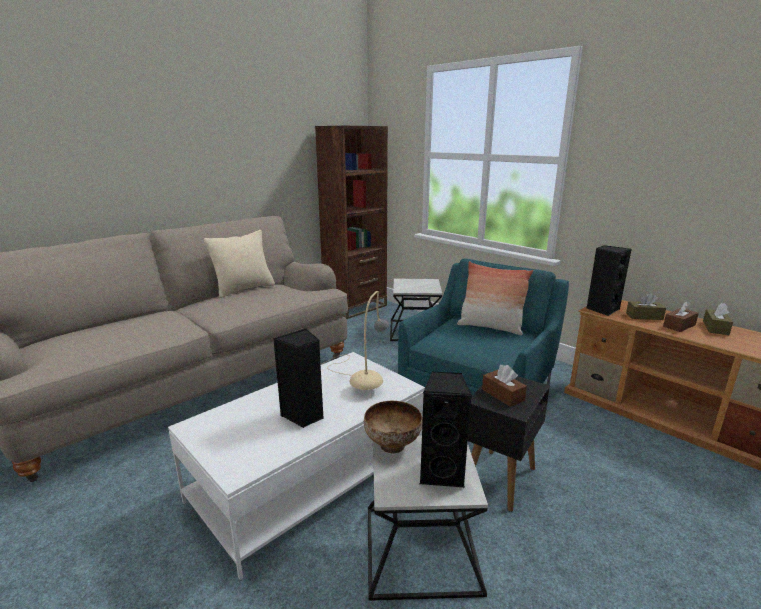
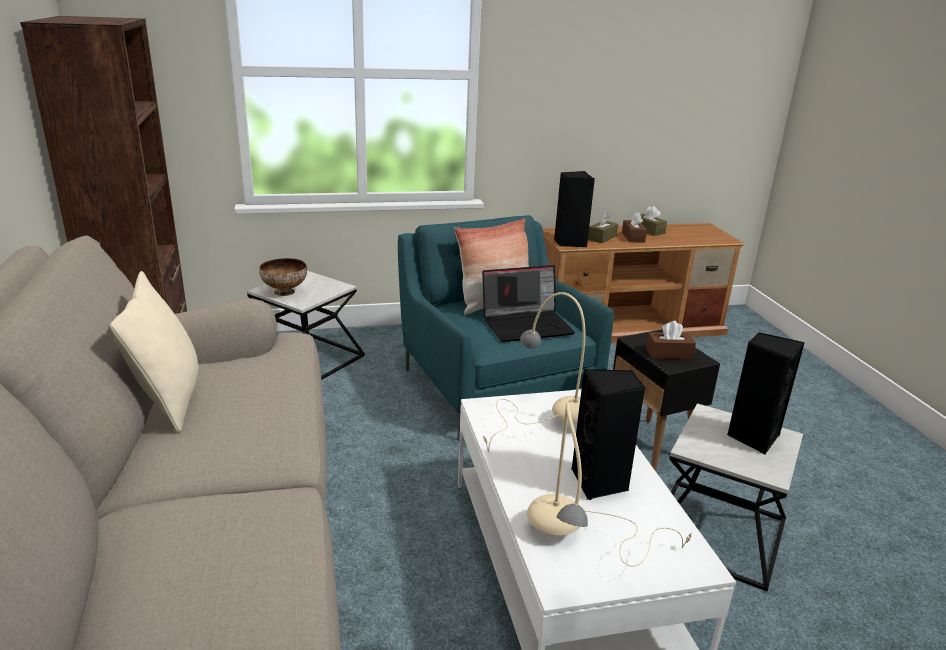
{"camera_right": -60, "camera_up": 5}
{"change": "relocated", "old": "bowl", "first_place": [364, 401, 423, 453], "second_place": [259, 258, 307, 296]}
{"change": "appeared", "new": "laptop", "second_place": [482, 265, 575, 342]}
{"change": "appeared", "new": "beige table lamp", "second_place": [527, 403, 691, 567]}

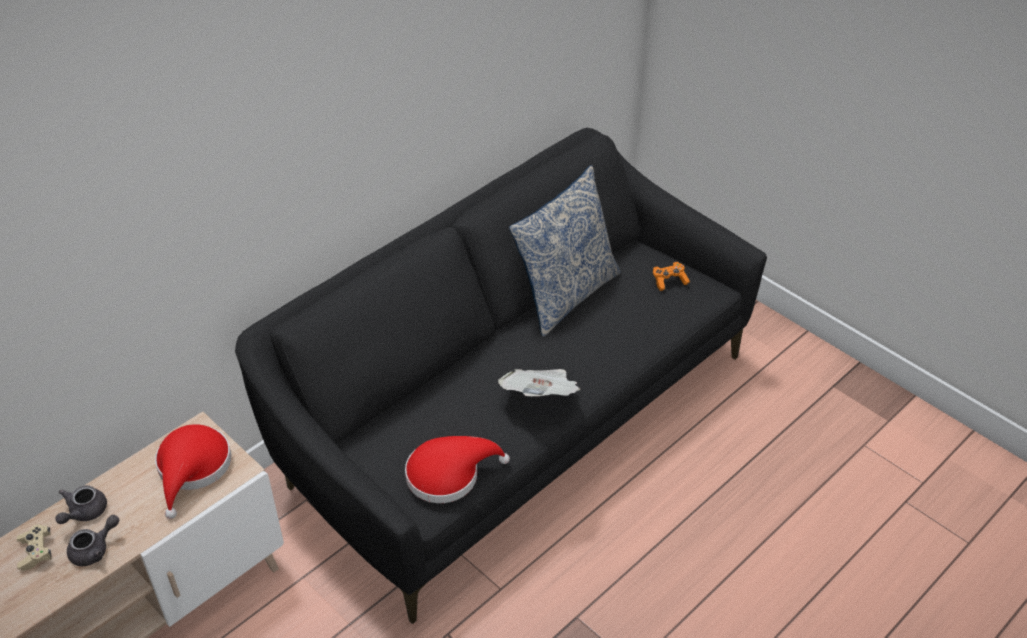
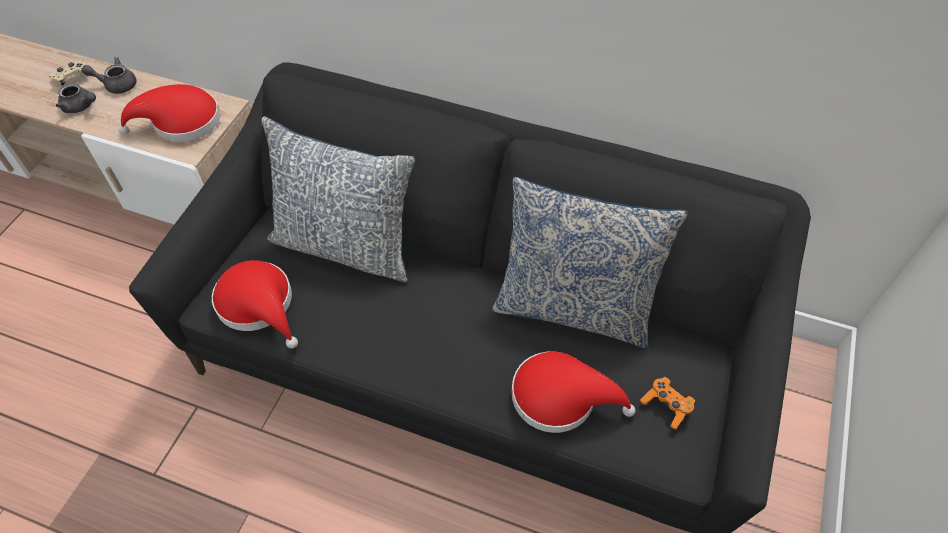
{"camera_right": 65, "camera_up": 10}
{"change": "missing", "old": "newspaper", "first_place": [498, 369, 581, 396]}
{"change": "appeared", "new": "pillow", "second_place": [261, 116, 415, 283]}
{"change": "appeared", "new": "red hat", "second_place": [512, 351, 636, 433]}

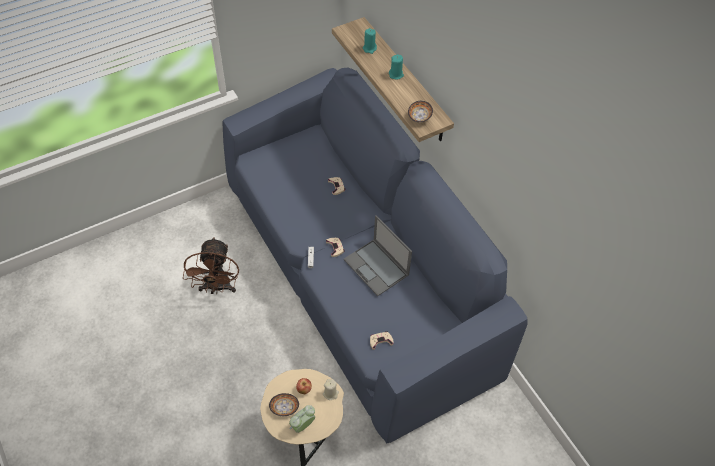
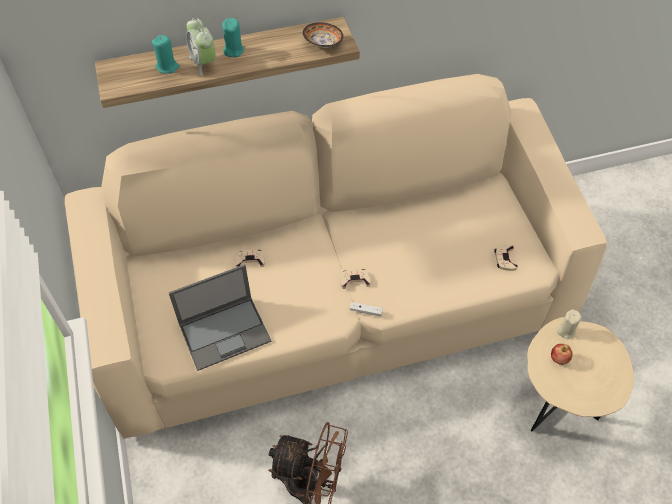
{"camera_right": -75, "camera_up": 0}
{"change": "colour", "old": "blue sofa", "new": "beige sofa", "first_place": [222, 67, 528, 444], "second_place": [65, 74, 607, 439]}
{"change": "relocated", "old": "laptop", "first_place": [343, 215, 412, 296], "second_place": [169, 264, 271, 371]}
{"change": "missing", "old": "bowl", "first_place": [269, 393, 299, 416]}
{"change": "relocated", "old": "alarm clock", "first_place": [289, 405, 315, 433], "second_place": [186, 18, 216, 76]}

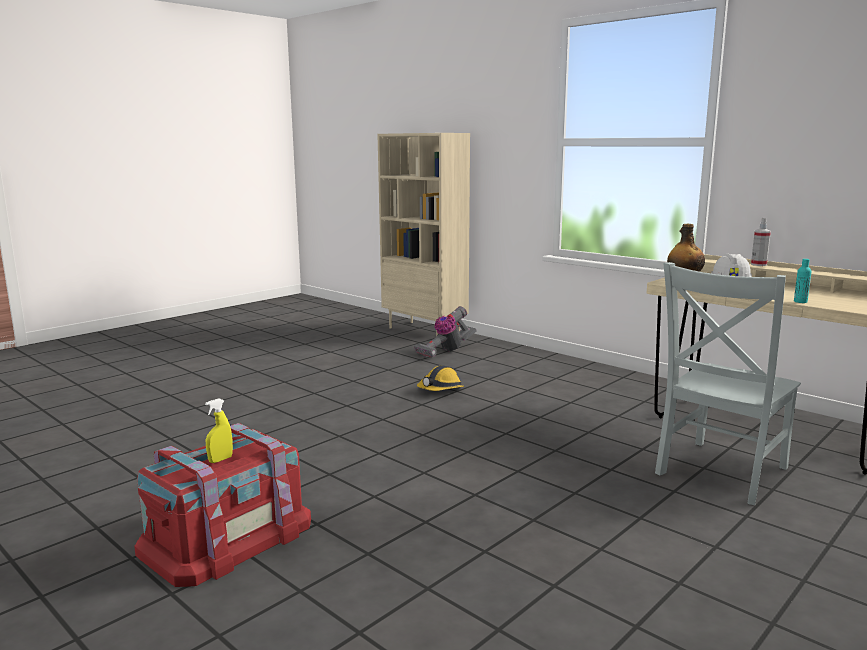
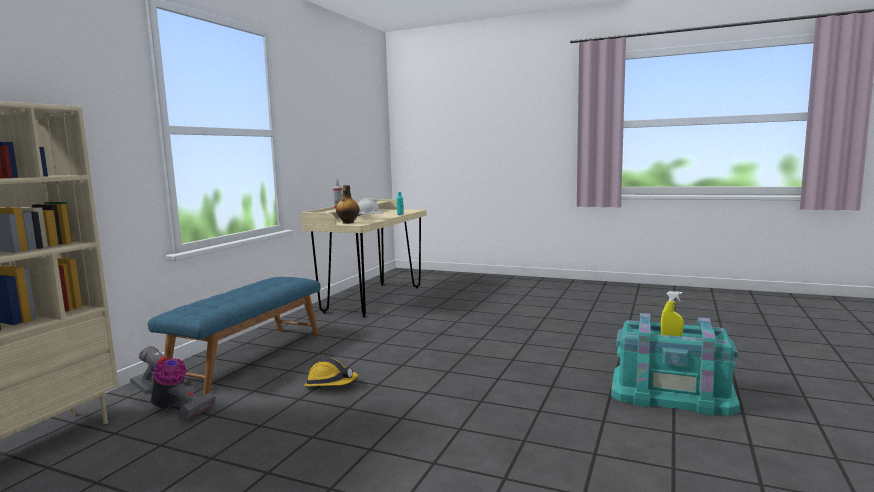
{"camera_right": -110, "camera_up": -5}
{"change": "missing", "old": "grey chair", "first_place": [655, 262, 801, 505]}
{"change": "colour", "old": "red storage box", "new": "turquoise storage box", "first_place": [134, 423, 311, 587], "second_place": [611, 313, 740, 416]}
{"change": "appeared", "new": "blue bench", "second_place": [148, 277, 321, 394]}

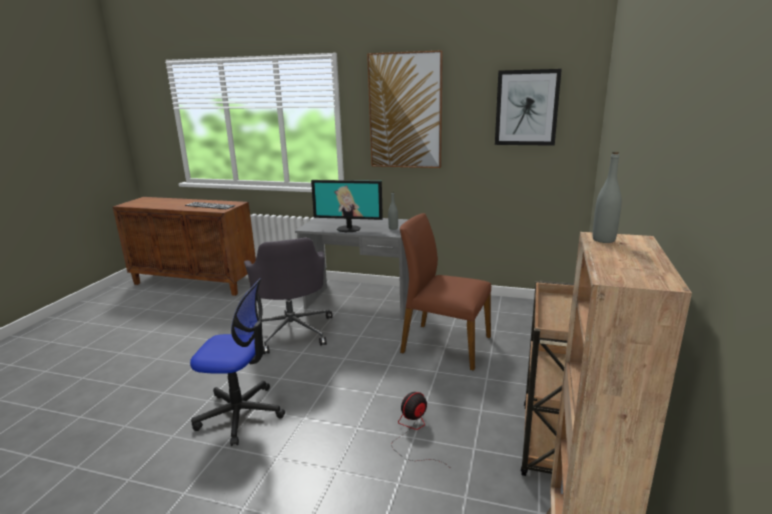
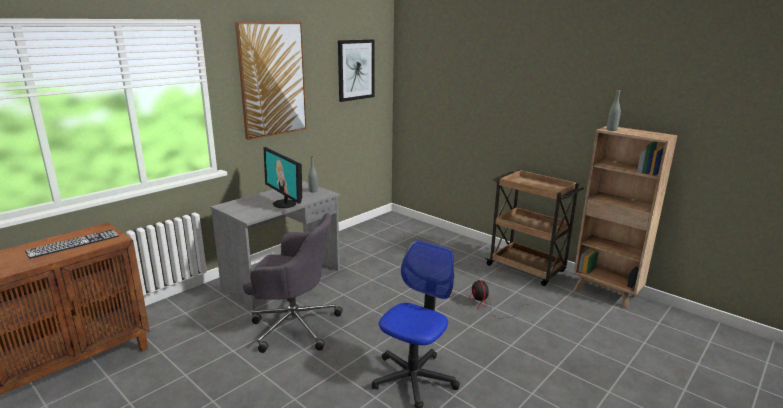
{"camera_right": -65, "camera_up": 0}
{"change": "spun", "old": "monitor", "first_place": [311, 180, 383, 232], "second_place": [263, 147, 302, 208], "degrees": 105}
{"change": "missing", "old": "brown chair", "first_place": [400, 213, 491, 371]}

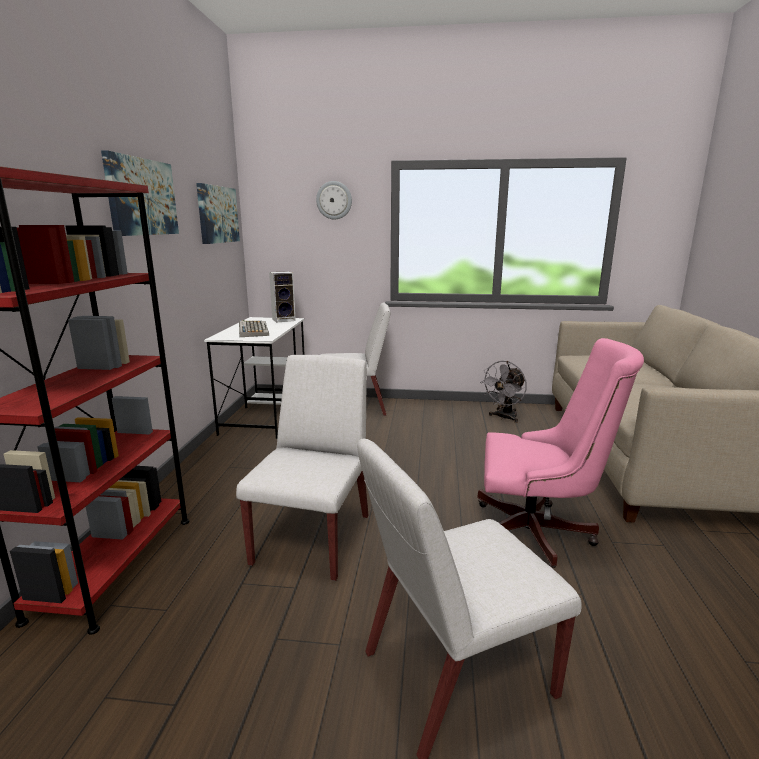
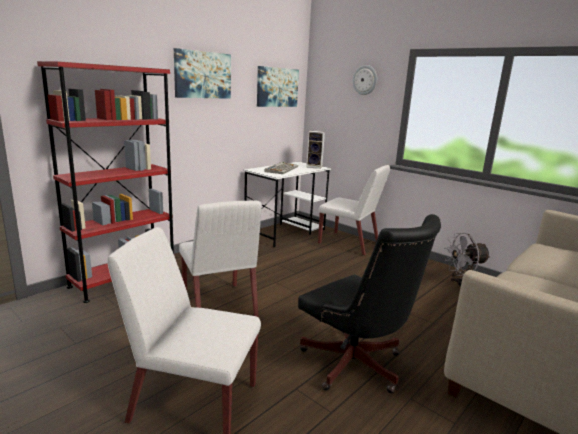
{"camera_right": 35, "camera_up": 0}
{"change": "colour", "old": "pink office chair", "new": "black office chair", "first_place": [477, 338, 644, 568], "second_place": [298, 214, 441, 393]}
{"change": "spun", "old": "white chair", "first_place": [236, 355, 368, 581], "second_place": [179, 200, 262, 317], "degrees": 105}

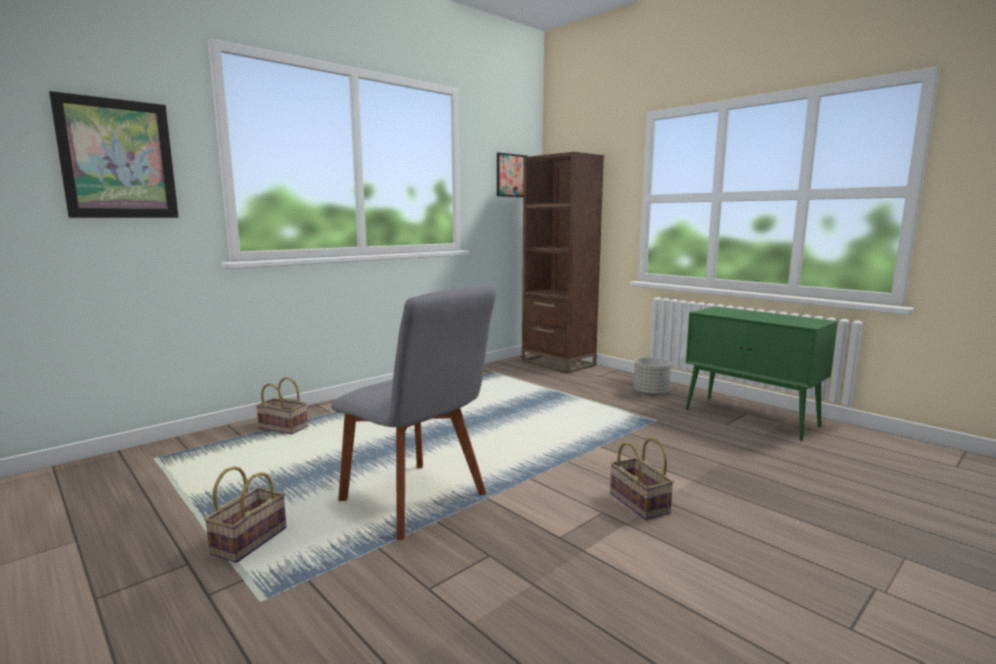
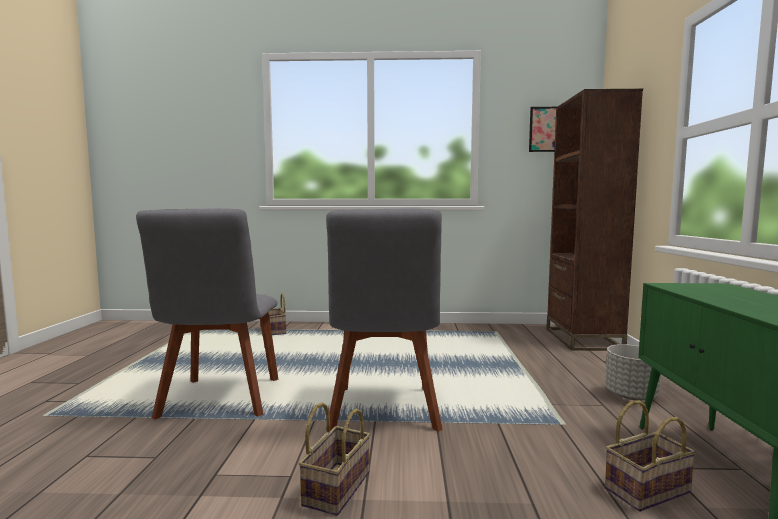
{"camera_right": 45, "camera_up": -5}
{"change": "missing", "old": "picture", "first_place": [49, 91, 179, 218]}
{"change": "relocated", "old": "basket", "first_place": [204, 466, 286, 563], "second_place": [605, 400, 696, 512]}
{"change": "appeared", "new": "grey chair", "second_place": [326, 208, 443, 432]}

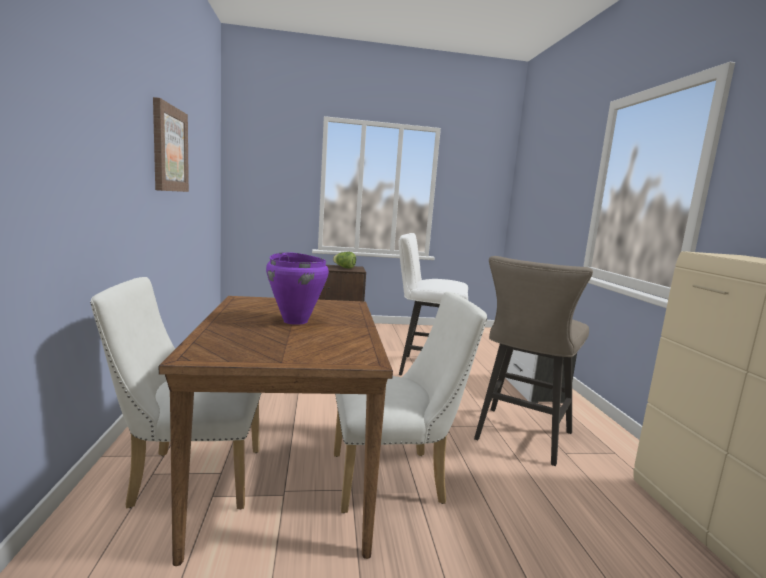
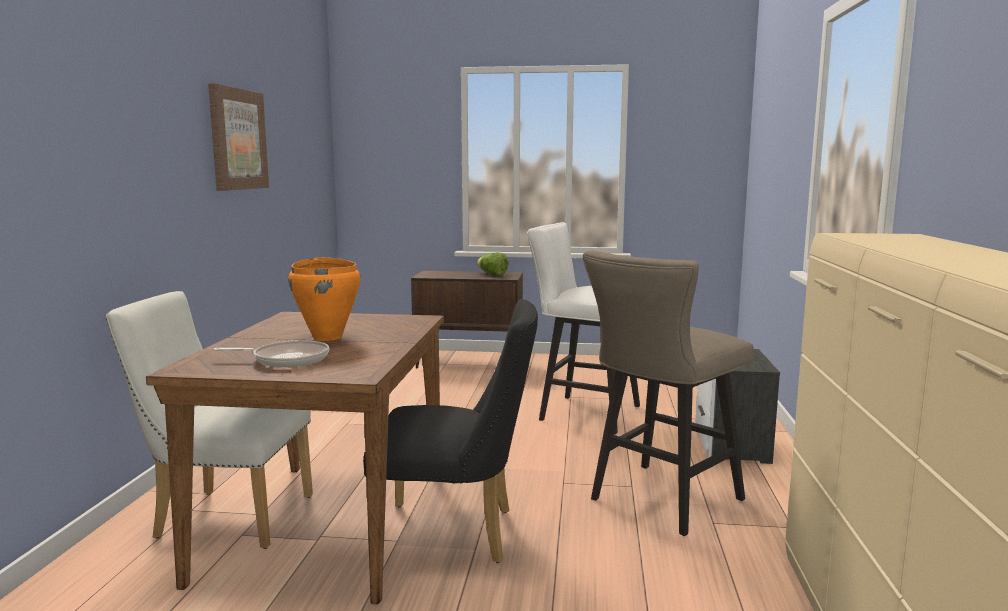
{"camera_right": 15, "camera_up": 0}
{"change": "colour", "old": "purple cooking pot", "new": "orange cooking pot", "first_place": [266, 252, 329, 325], "second_place": [288, 257, 360, 341]}
{"change": "colour", "old": "white chair", "new": "black chair", "first_place": [334, 292, 487, 513], "second_place": [363, 299, 538, 563]}
{"change": "appeared", "new": "frying pan", "second_place": [213, 340, 330, 367]}

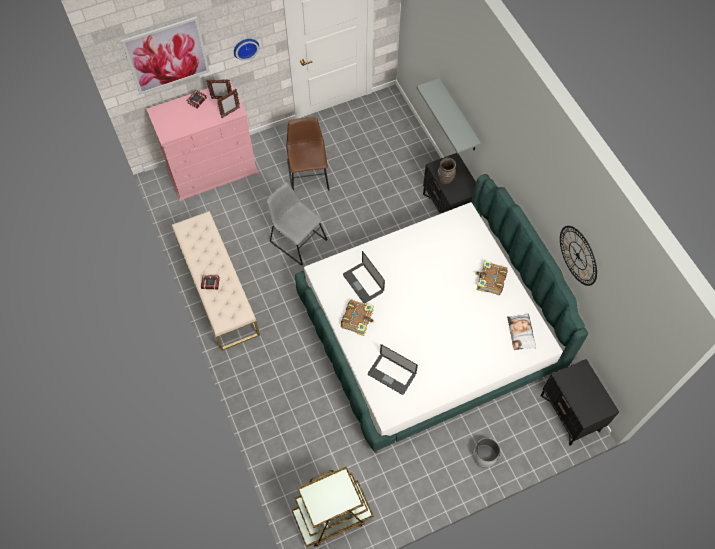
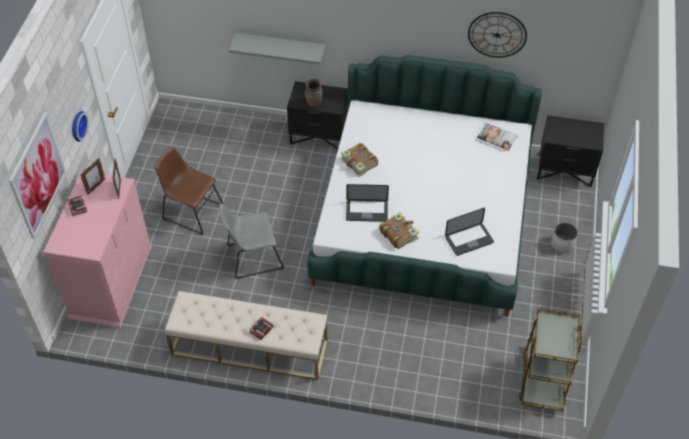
{"camera_right": -55, "camera_up": -10}
{"change": "relocated", "old": "book", "first_place": [475, 261, 508, 295], "second_place": [341, 143, 378, 177]}

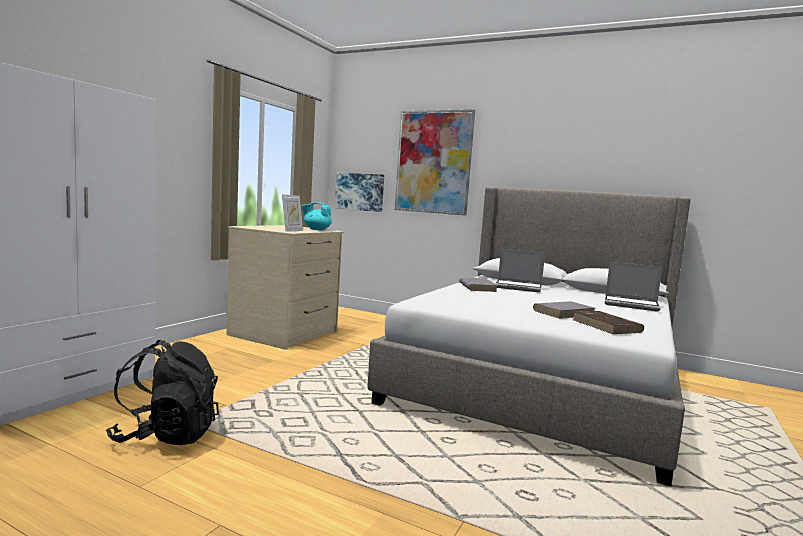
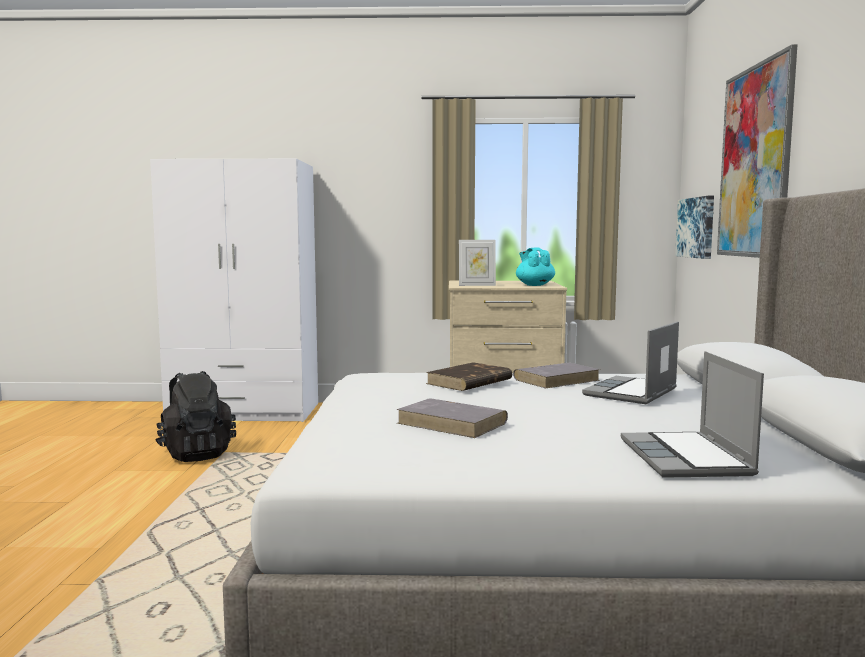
{"camera_right": 65, "camera_up": 0}
{"change": "spun", "old": "laptop", "first_place": [495, 249, 545, 293], "second_place": [582, 321, 679, 404], "degrees": 45}
{"change": "relocated", "old": "brown book", "first_place": [573, 311, 644, 334], "second_place": [426, 362, 512, 391]}

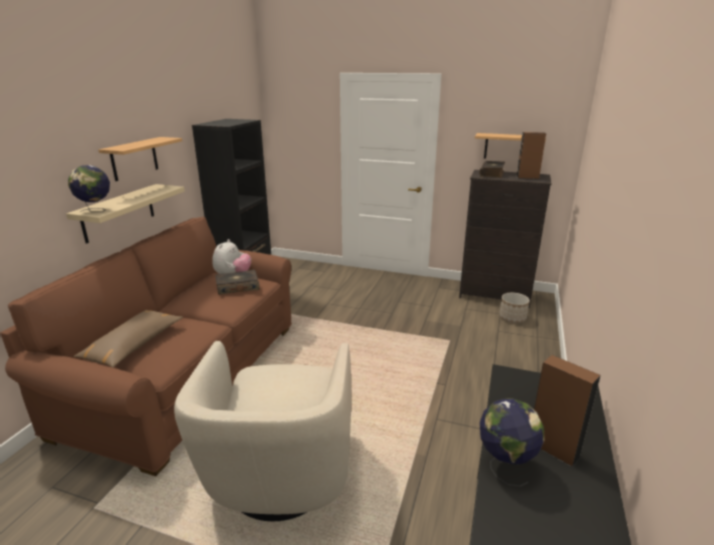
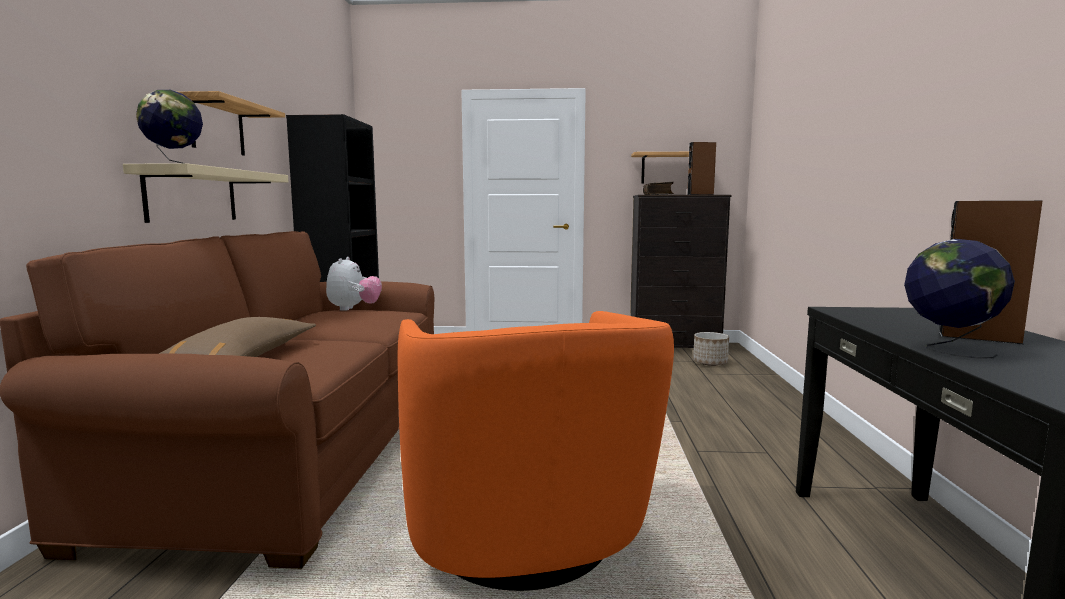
{"camera_right": -15, "camera_up": -15}
{"change": "missing", "old": "book", "first_place": [215, 270, 260, 295]}
{"change": "colour", "old": "beige armchair", "new": "orange armchair", "first_place": [174, 341, 351, 521], "second_place": [398, 311, 674, 591]}

